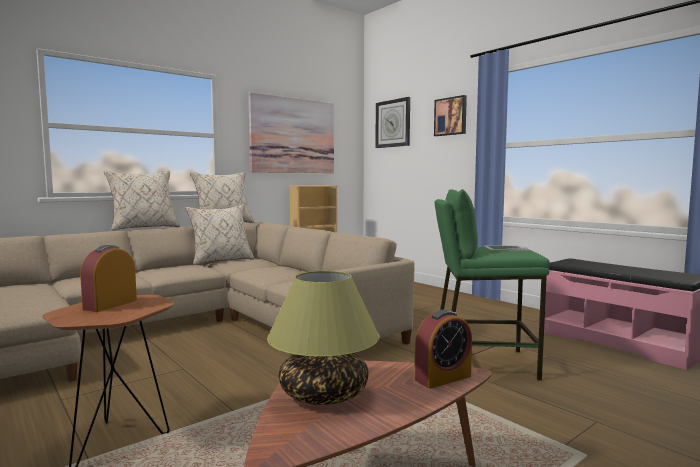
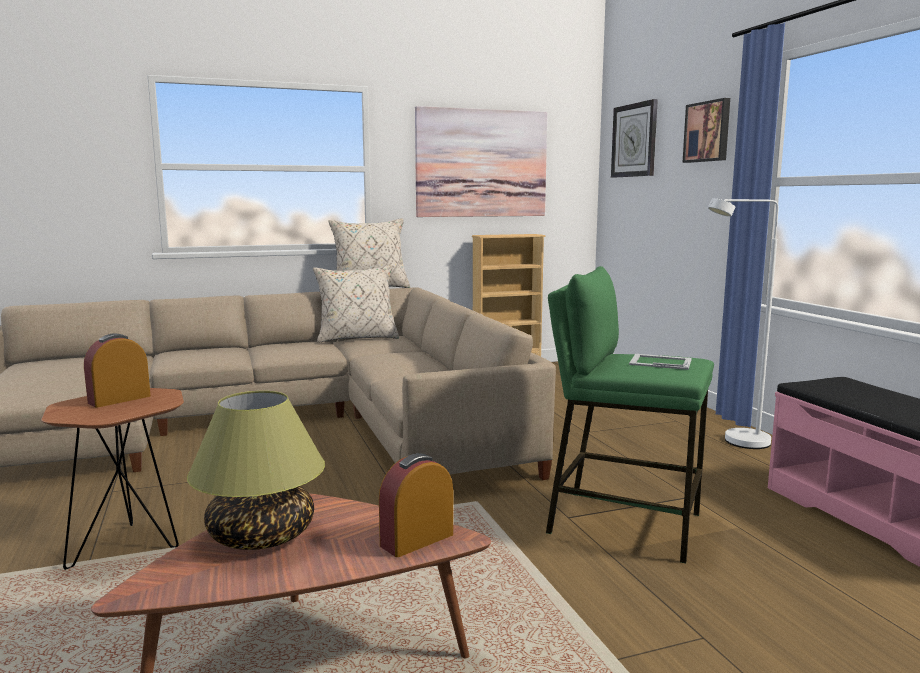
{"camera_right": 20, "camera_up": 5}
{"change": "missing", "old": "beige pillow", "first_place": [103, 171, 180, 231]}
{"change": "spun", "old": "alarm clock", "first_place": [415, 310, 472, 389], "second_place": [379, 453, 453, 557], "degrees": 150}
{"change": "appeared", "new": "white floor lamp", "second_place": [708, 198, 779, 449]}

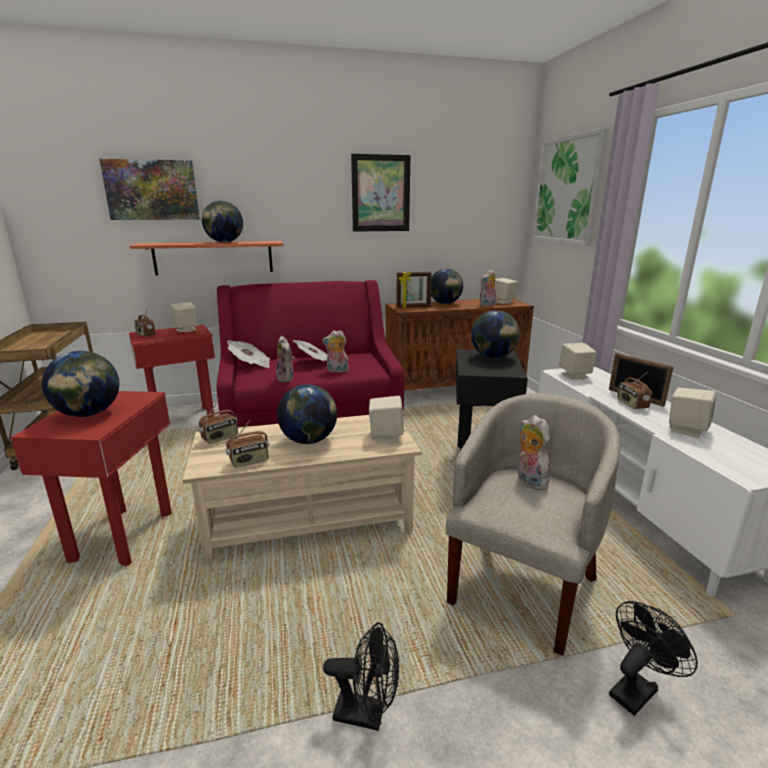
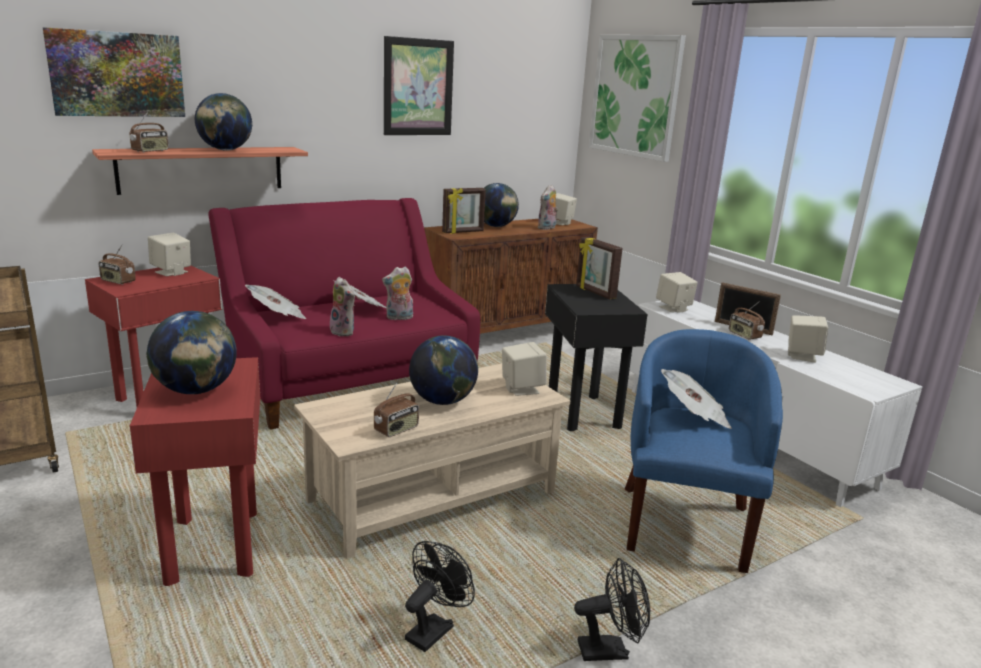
{"camera_right": -20, "camera_up": 0}
{"change": "exchanged", "old": "globe", "new": "picture frame", "first_place": [471, 310, 520, 358], "second_place": [576, 237, 623, 299]}
{"change": "colour", "old": "beige armchair", "new": "blue armchair", "first_place": [446, 393, 620, 656], "second_place": [625, 329, 783, 573]}
{"change": "relocated", "old": "radio", "first_place": [198, 400, 238, 444], "second_place": [129, 111, 169, 153]}
{"change": "exchanged", "old": "plush toy", "new": "newspaper", "first_place": [518, 415, 550, 490], "second_place": [661, 369, 731, 429]}
{"change": "relocated", "old": "black fan", "first_place": [609, 601, 698, 716], "second_place": [405, 541, 475, 652]}

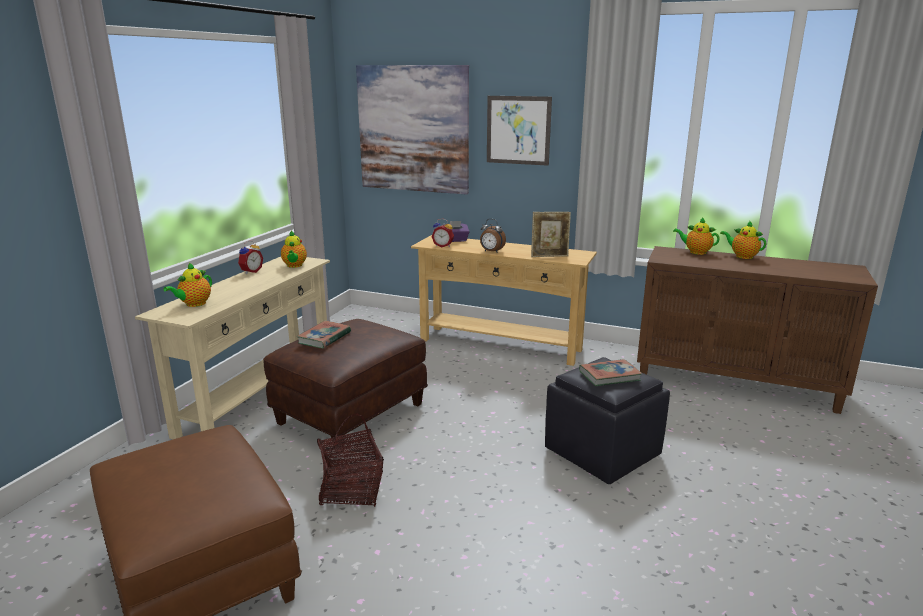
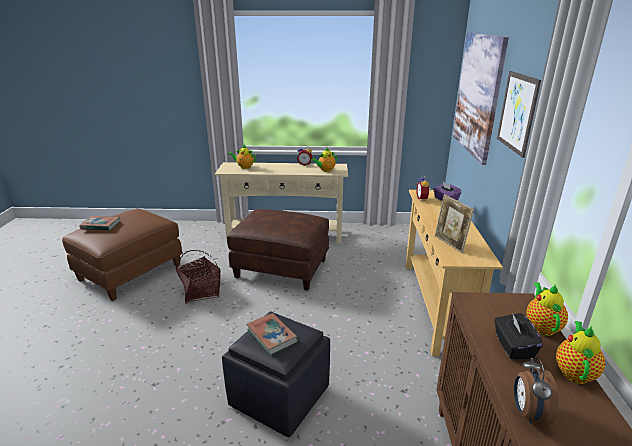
{"camera_right": 70, "camera_up": 5}
{"change": "relocated", "old": "alarm clock", "first_place": [480, 219, 506, 253], "second_place": [514, 357, 559, 424]}
{"change": "relocated", "old": "book", "first_place": [296, 321, 351, 348], "second_place": [80, 216, 120, 231]}
{"change": "appeared", "new": "black tissue box", "second_place": [494, 313, 543, 359]}

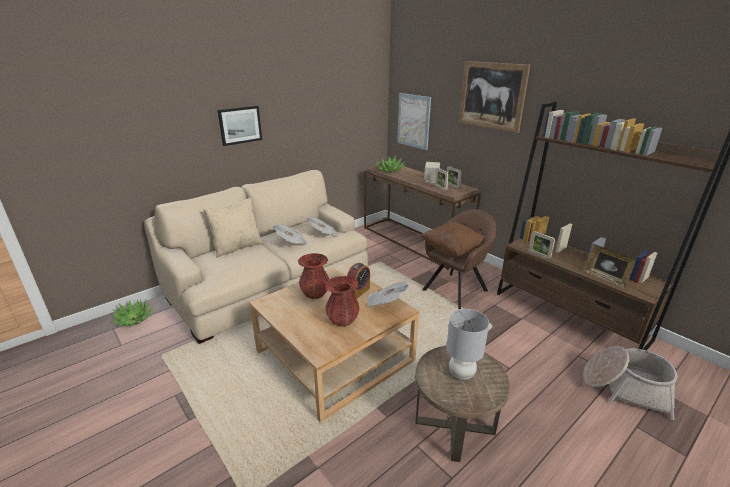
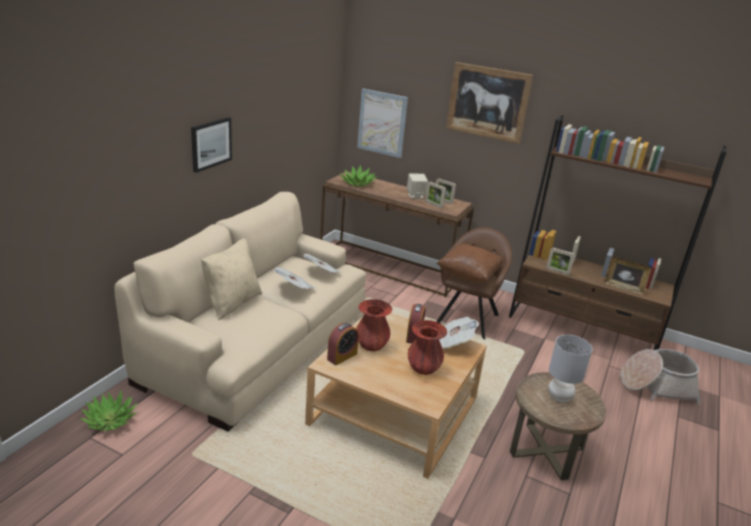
{"camera_right": -25, "camera_up": 0}
{"change": "appeared", "new": "alarm clock", "second_place": [327, 323, 359, 365]}

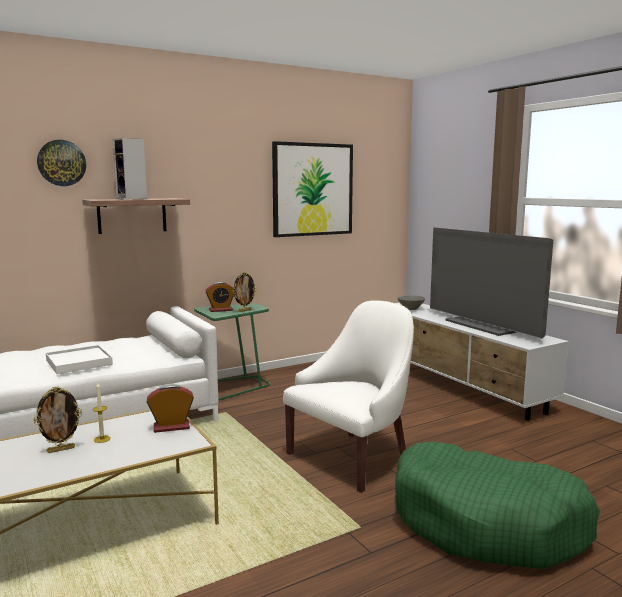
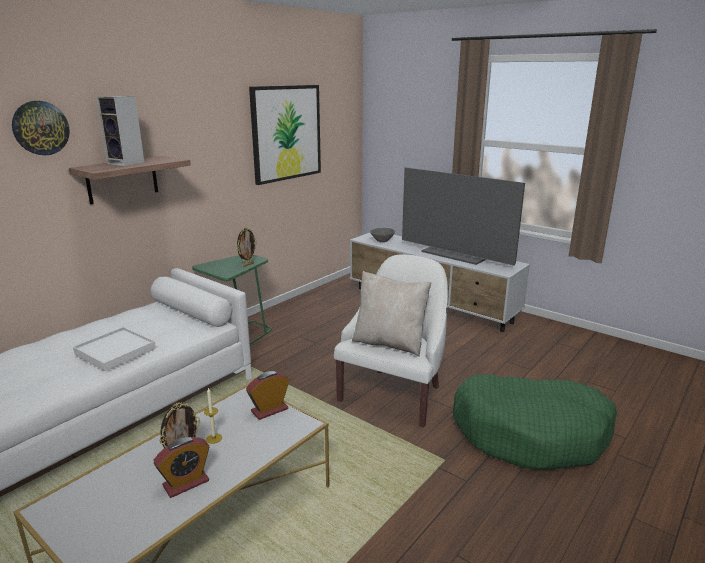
{"camera_right": -20, "camera_up": 10}
{"change": "relocated", "old": "alarm clock", "first_place": [205, 282, 234, 312], "second_place": [154, 437, 209, 498]}
{"change": "appeared", "new": "beige pillow", "second_place": [352, 271, 431, 357]}

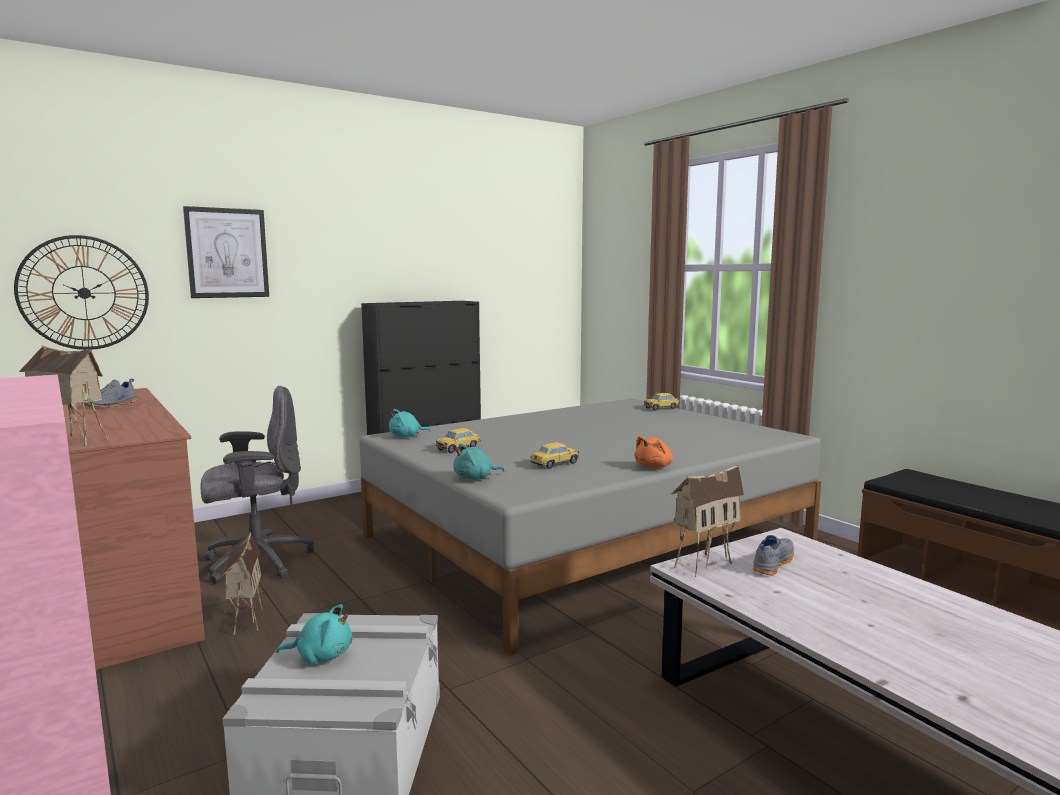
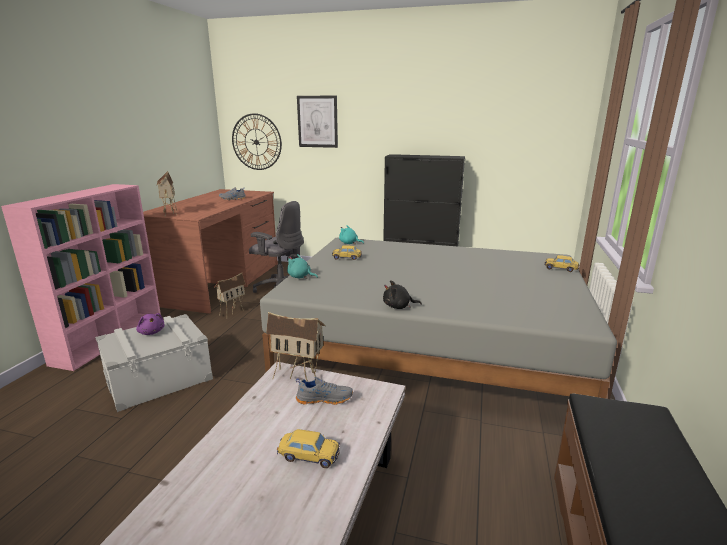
{"camera_right": 50, "camera_up": 10}
{"change": "colour", "old": "orange plush toy", "new": "black plush toy", "first_place": [635, 435, 673, 468], "second_place": [383, 280, 422, 309]}
{"change": "relocated", "old": "toy car", "first_place": [530, 442, 579, 469], "second_place": [277, 429, 340, 468]}
{"change": "colour", "old": "turquoise plush toy", "new": "purple plush toy", "first_place": [276, 604, 352, 663], "second_place": [136, 313, 165, 335]}

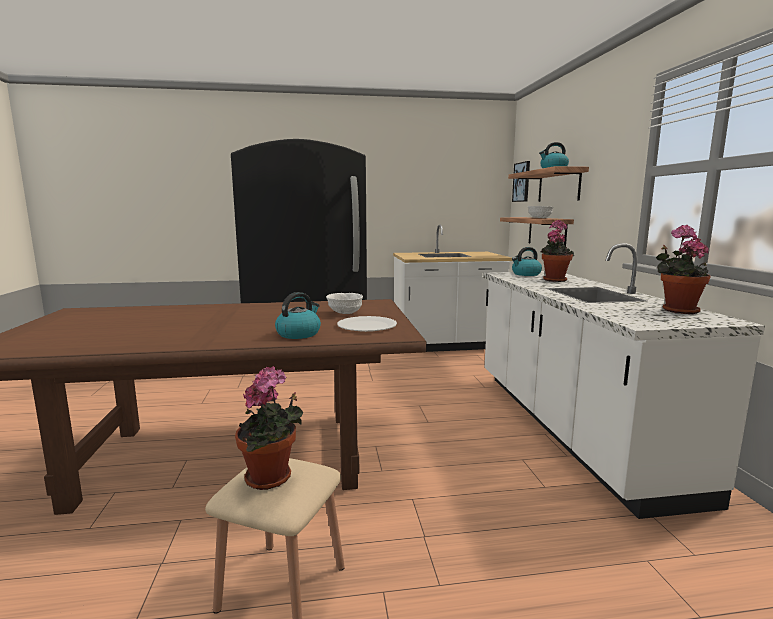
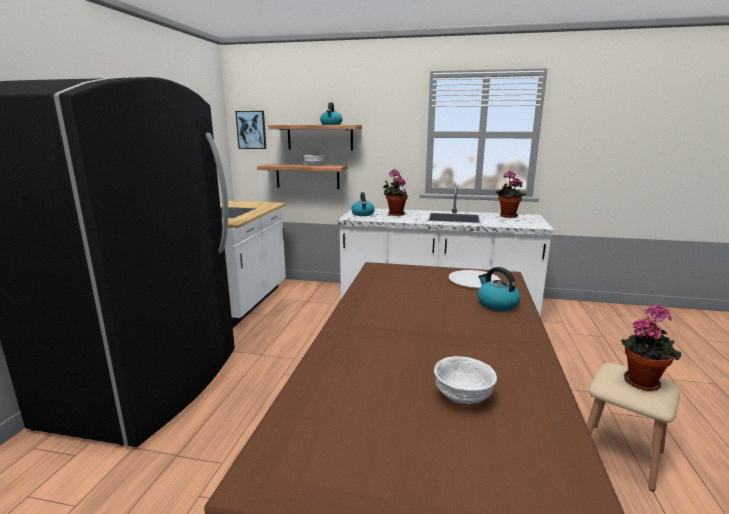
{"camera_right": -70, "camera_up": 5}
{"change": "relocated", "old": "white bowl", "first_place": [326, 293, 363, 314], "second_place": [434, 356, 497, 404]}

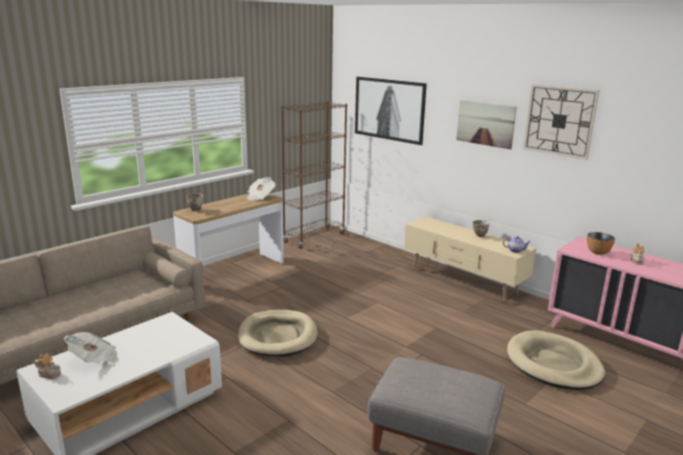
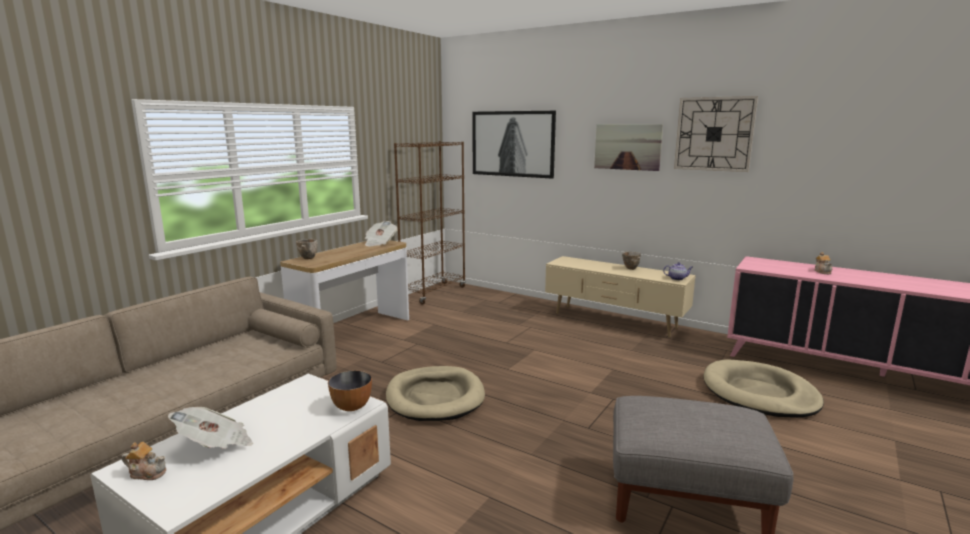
{"camera_right": -10, "camera_up": -5}
{"change": "relocated", "old": "bowl", "first_place": [587, 232, 615, 255], "second_place": [328, 371, 372, 411]}

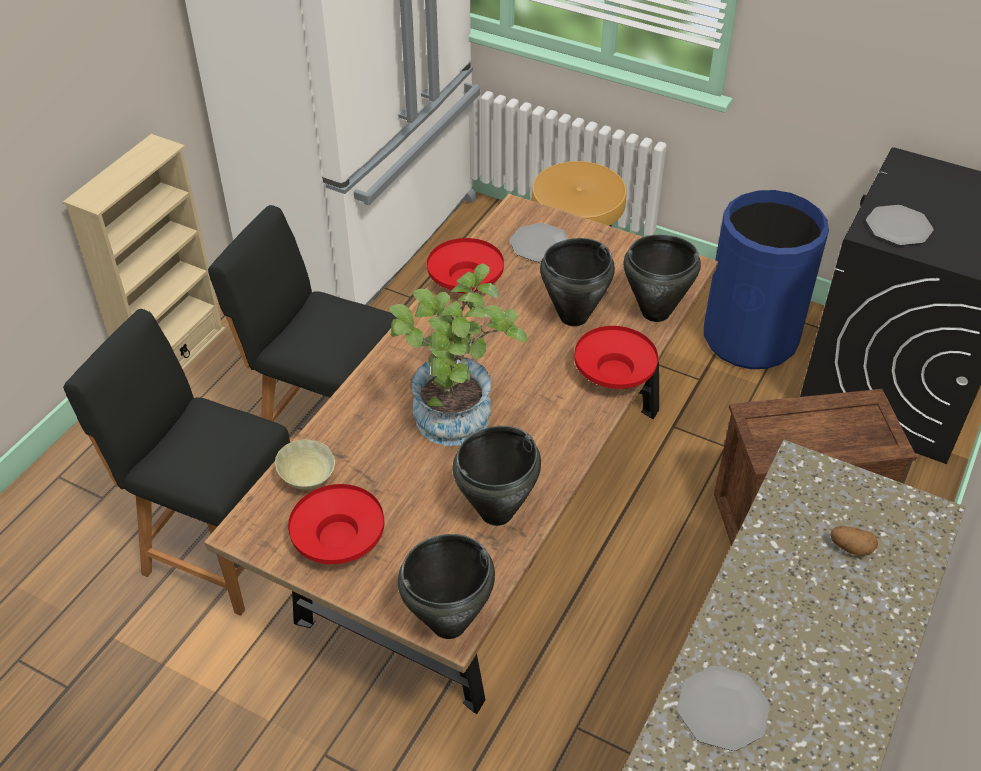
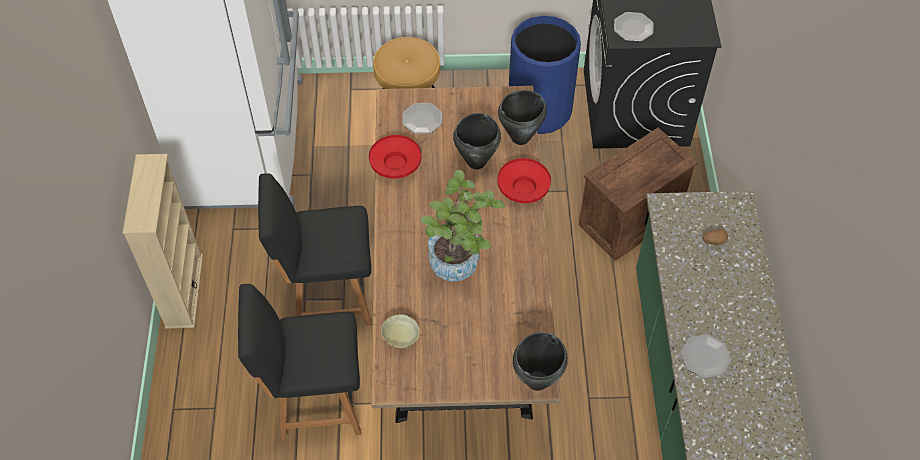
{"camera_right": -30, "camera_up": 10}
{"change": "missing", "old": "black cooking pot", "first_place": [453, 426, 541, 526]}
{"change": "missing", "old": "red bowl", "first_place": [288, 484, 384, 564]}

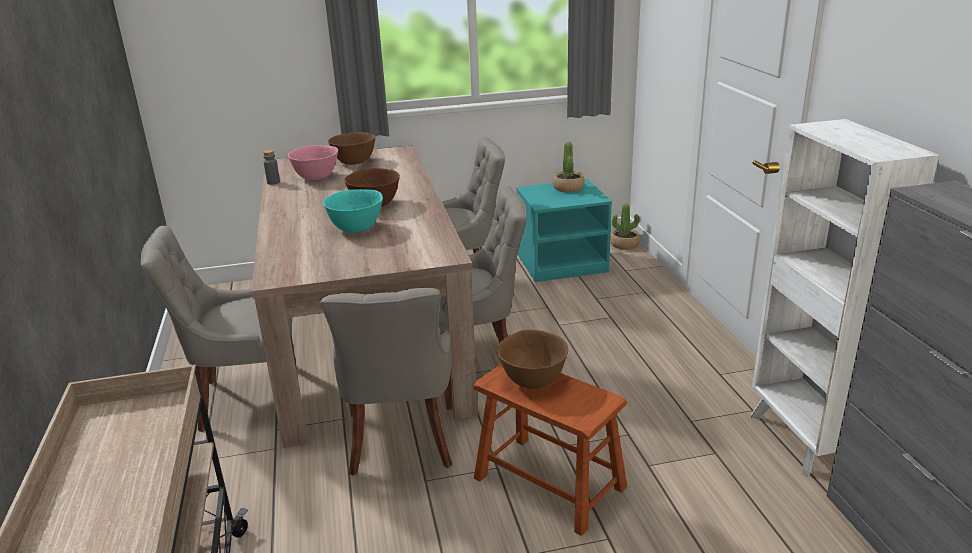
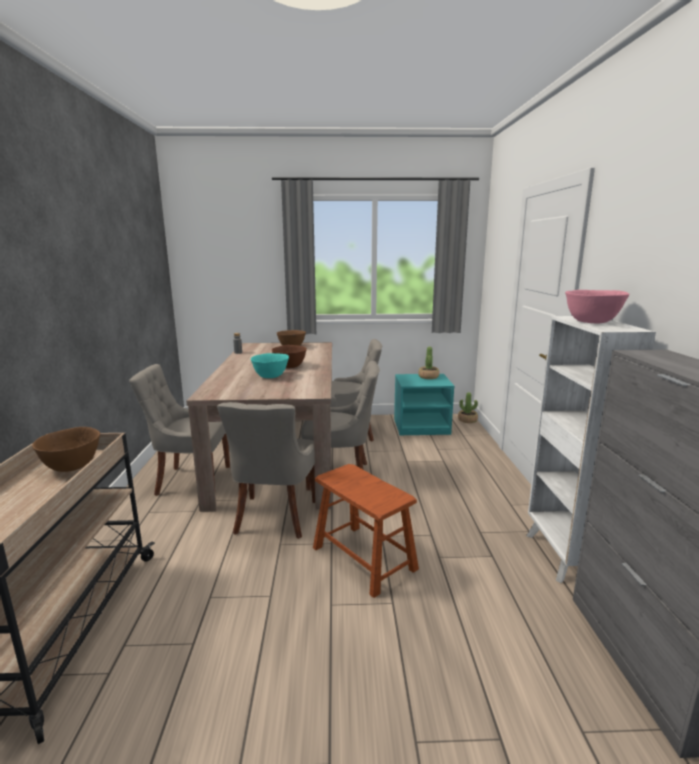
{"camera_right": 10, "camera_up": -10}
{"change": "relocated", "old": "pink bowl", "first_place": [288, 145, 338, 180], "second_place": [565, 290, 630, 323]}
{"change": "relocated", "old": "brown bowl", "first_place": [497, 330, 568, 389], "second_place": [32, 427, 100, 472]}

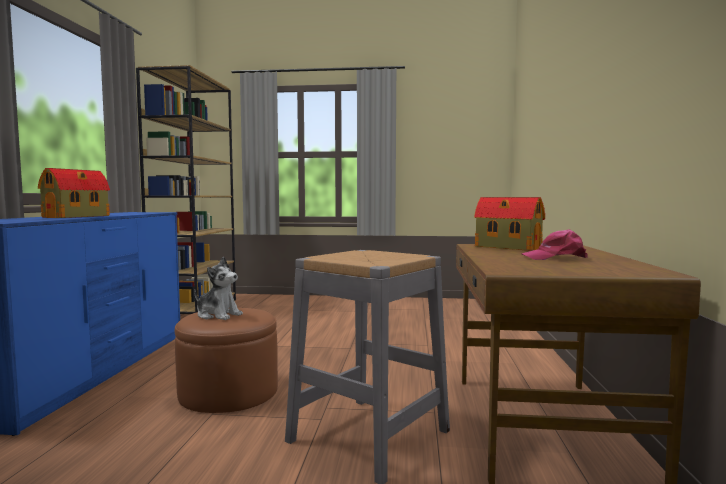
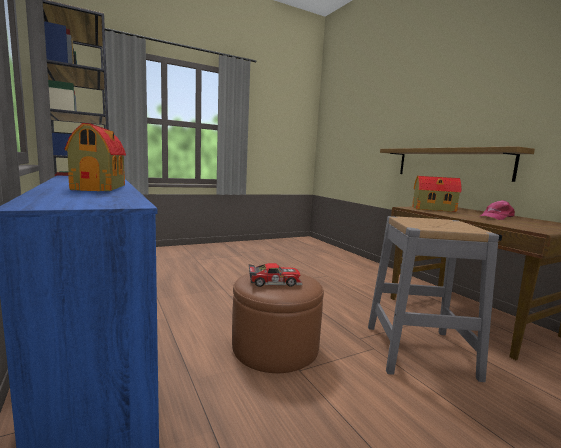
{"camera_right": -35, "camera_up": 5}
{"change": "exchanged", "old": "plush toy", "new": "toy car", "first_place": [194, 257, 243, 320], "second_place": [249, 263, 303, 287]}
{"change": "appeared", "new": "shelf", "second_place": [380, 146, 535, 182]}

